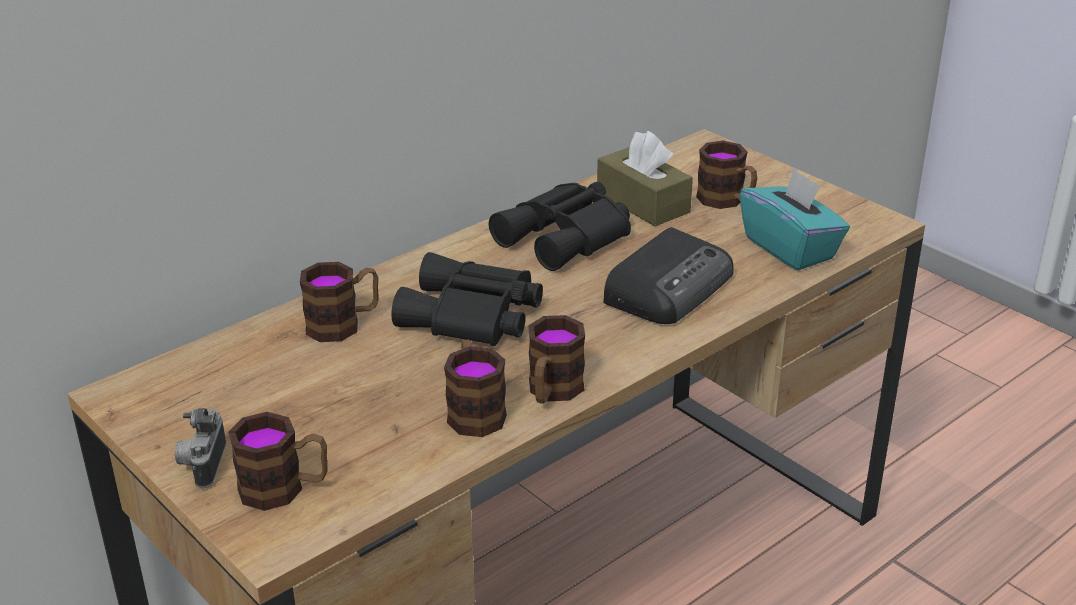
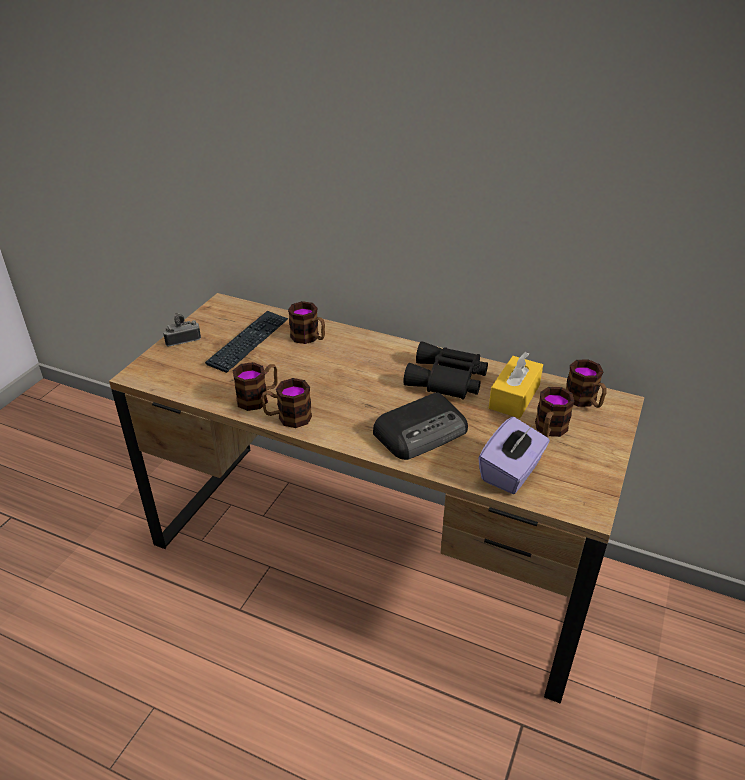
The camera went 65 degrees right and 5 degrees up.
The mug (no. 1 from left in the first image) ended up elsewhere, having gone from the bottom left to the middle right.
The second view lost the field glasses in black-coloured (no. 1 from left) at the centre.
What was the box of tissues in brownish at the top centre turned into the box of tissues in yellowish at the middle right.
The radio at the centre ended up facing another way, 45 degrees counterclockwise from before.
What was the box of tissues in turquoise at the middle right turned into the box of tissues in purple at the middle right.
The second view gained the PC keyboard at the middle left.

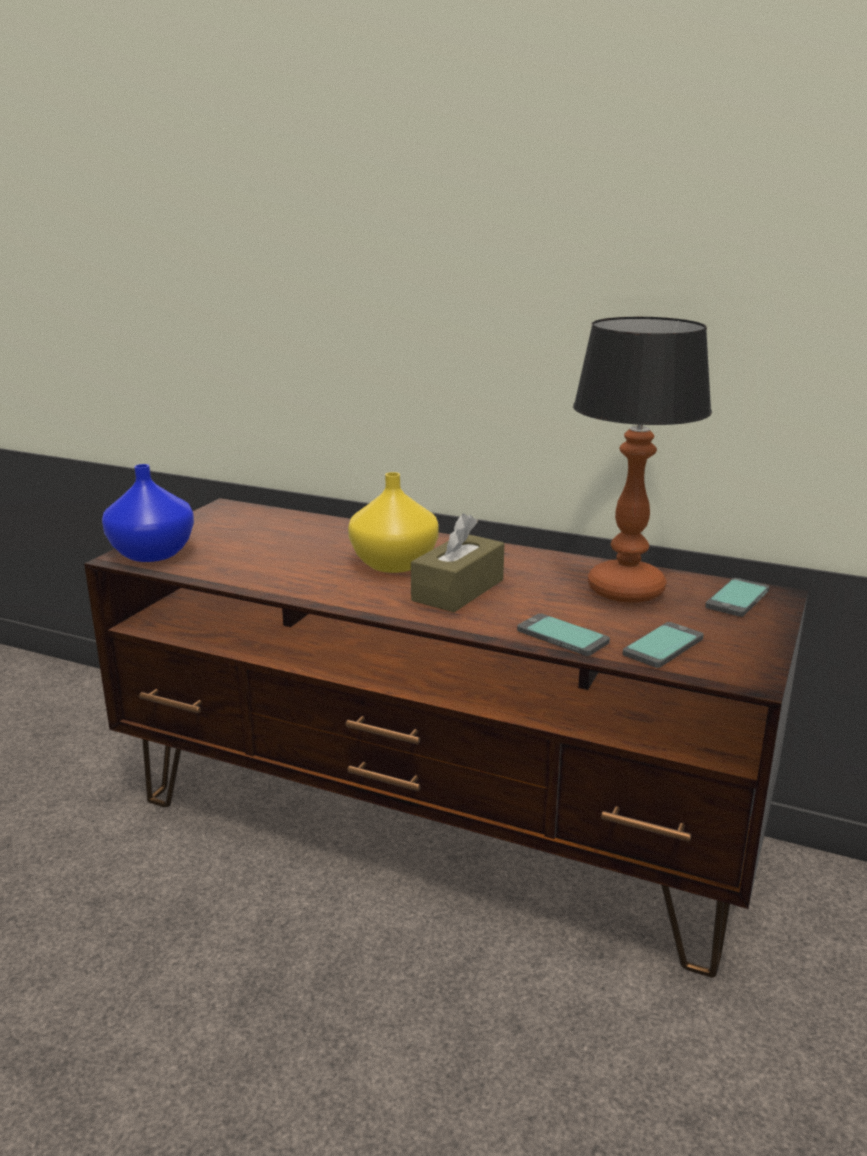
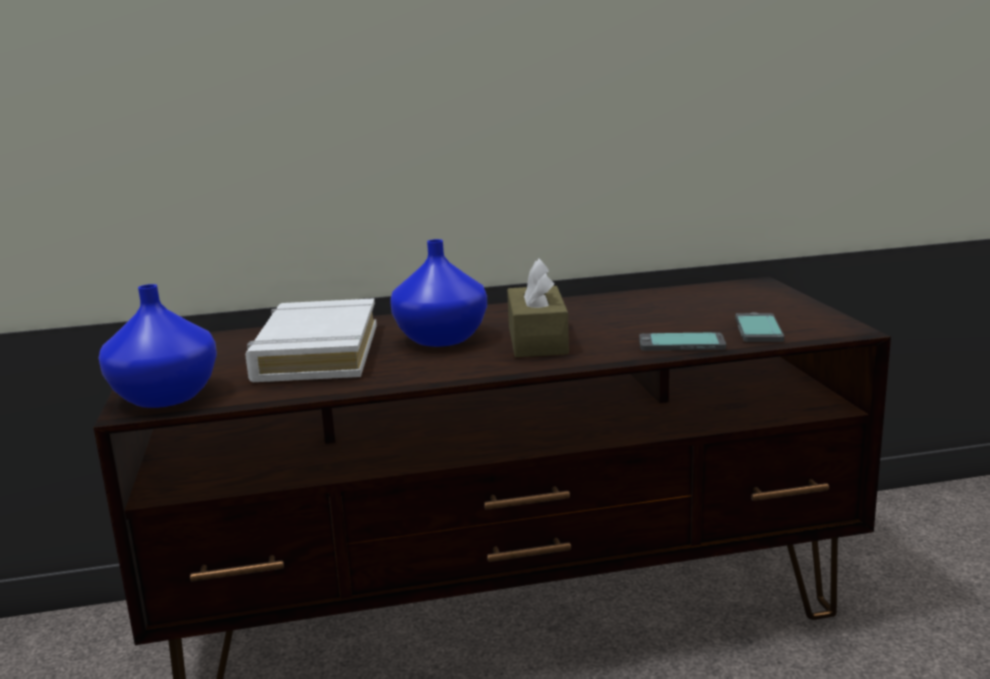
The camera went 35 degrees left and 5 degrees down.
What was the vase in yellowish at the centre turned into the vase in blue (no. 2 from left) at the centre.
The second view lost the table lamp at the middle right.
The second view lost the phone (no. 3 from left) at the middle right.
The second view gained the bound book in whitish at the middle left.

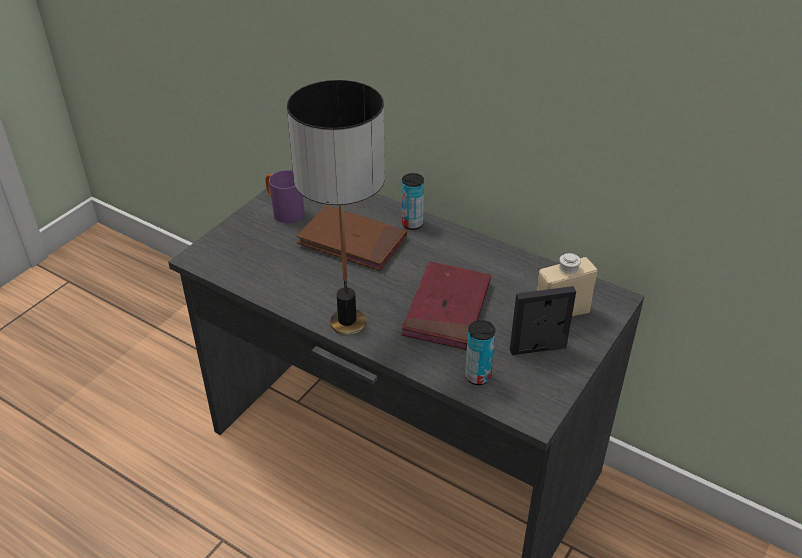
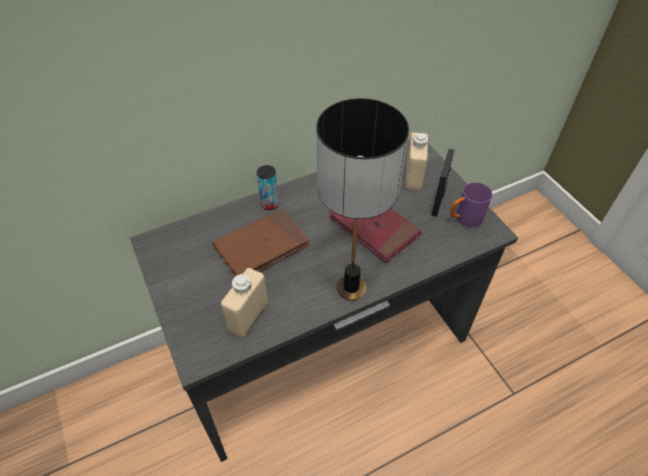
The camera went 60 degrees left and 10 degrees up.
The mug in purple ended up elsewhere, having gone from the centre to the middle right.
The second view lost the sealed can (no. 2 from left) at the centre.
The second view gained the beverage bottle in beige-coloured (no. 1 from left) at the centre.

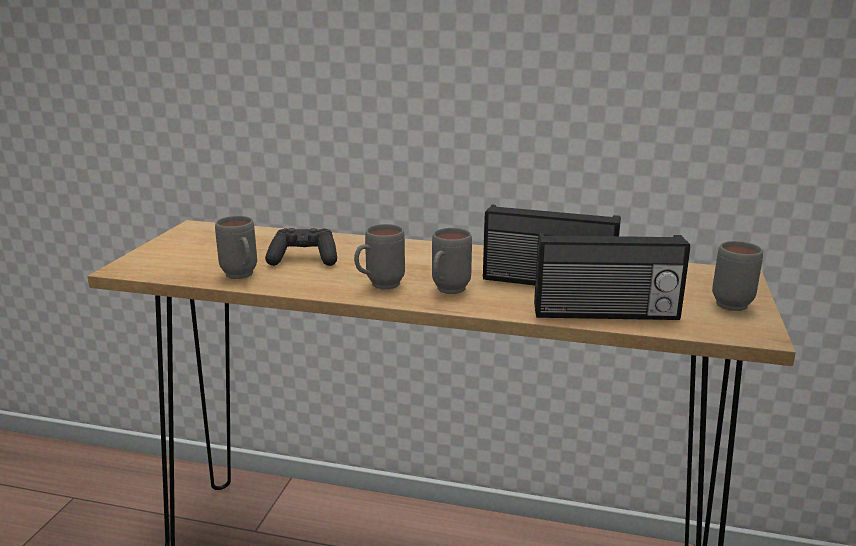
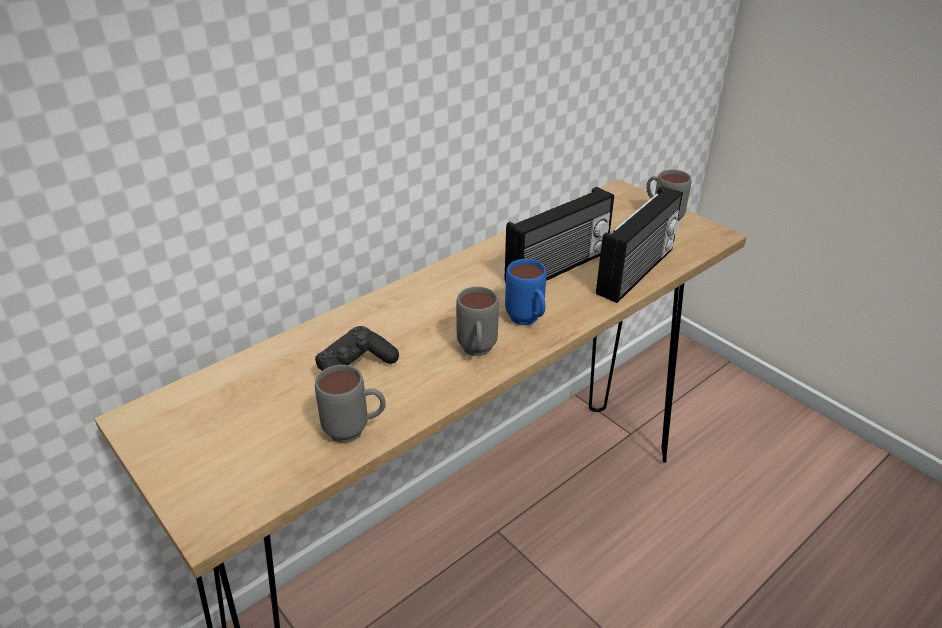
The camera went 55 degrees left and 15 degrees up.
What was the mug in greyish (no. 3 from left) at the centre turned into the mug in blue at the centre.

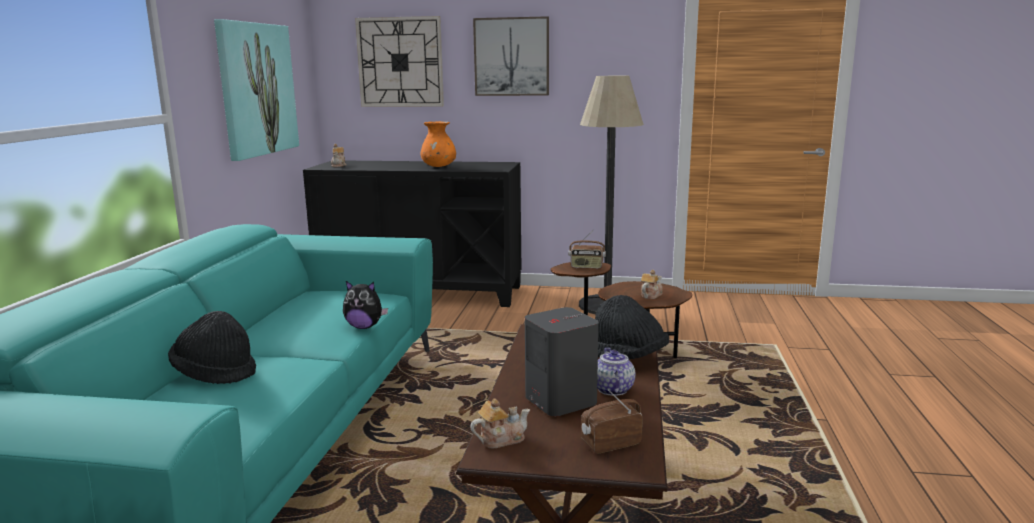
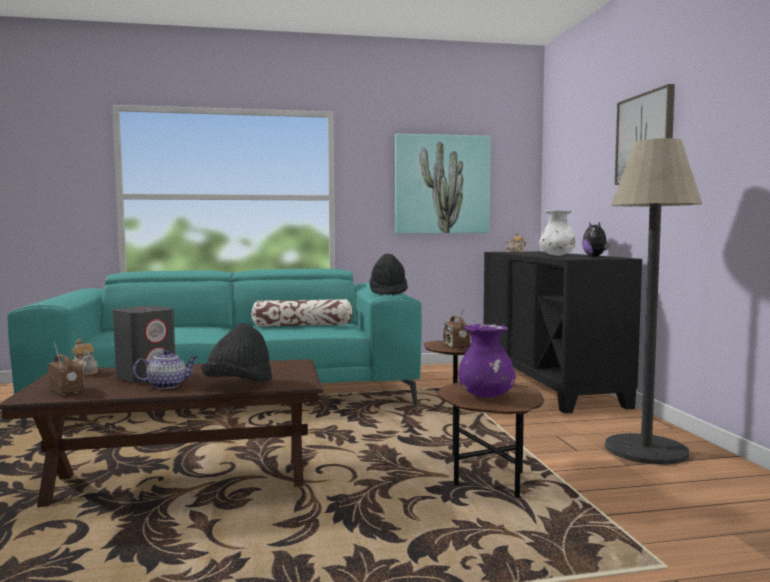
The camera went 70 degrees right and 10 degrees down.
The clothing hat in black-coloured (no. 1 from left in the first image) ended up elsewhere, having gone from the middle left to the centre.
The plush toy ended up elsewhere, having gone from the centre to the middle right.
The second view lost the hanging clock at the top centre.
What was the vase in orangey at the top centre turned into the vase in whitish at the middle right.
Where the teapot (no. 4 from left) stood at the centre, the vase in purple came to stand at the centre.
The second view gained the cushion at the centre.

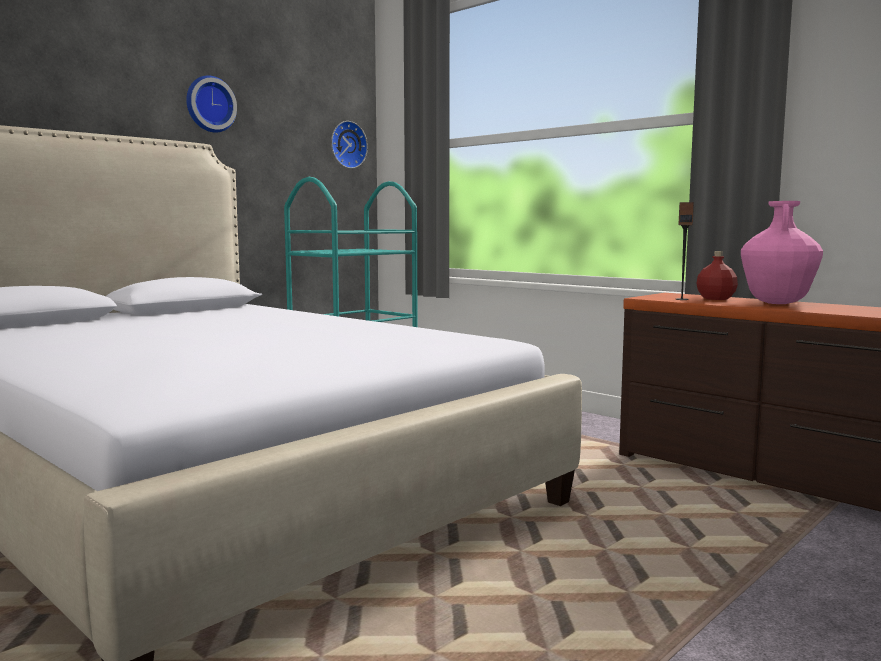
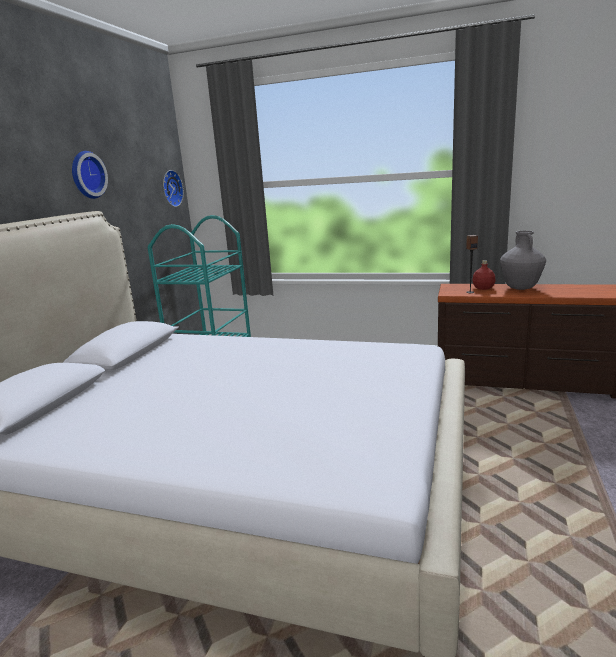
The camera went 25 degrees left and 10 degrees up.
What was the vase in pinkish at the middle right turned into the vase in greyish at the middle right.

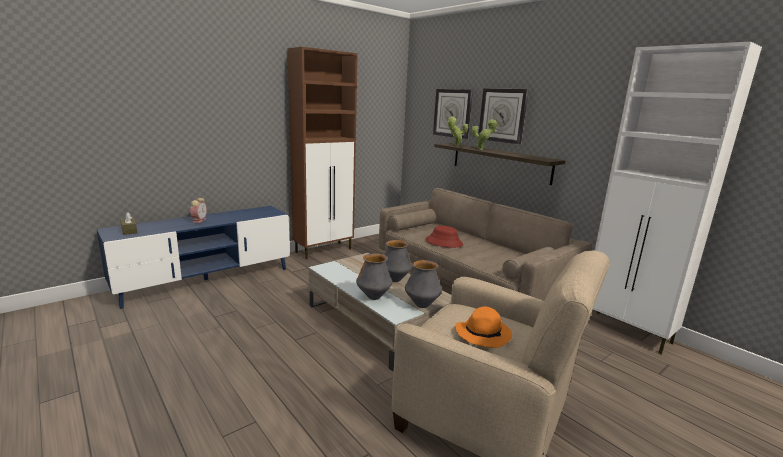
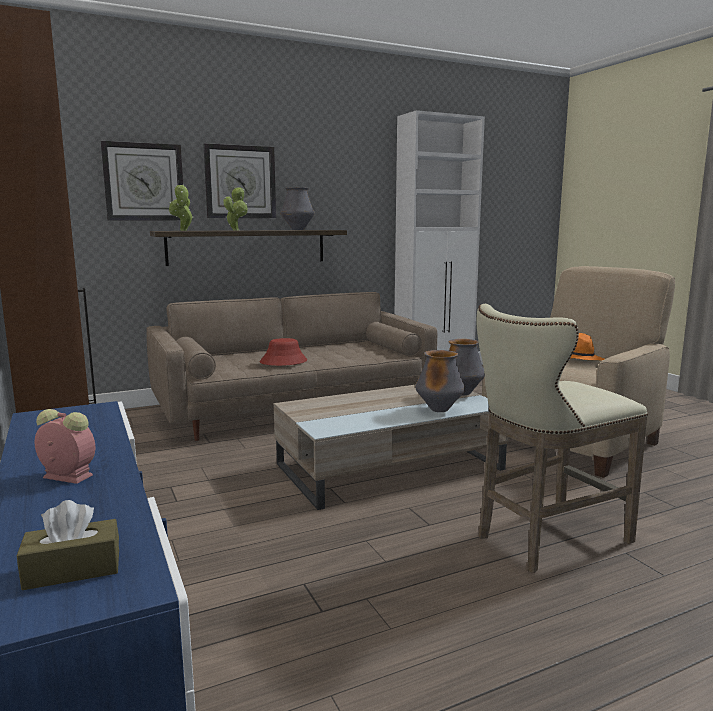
The camera went 75 degrees left and 5 degrees down.
The vase (no. 2 from left in the first image) ended up elsewhere, having gone from the centre to the top centre.
The second view gained the sitting stool in beige-coloured at the middle right.

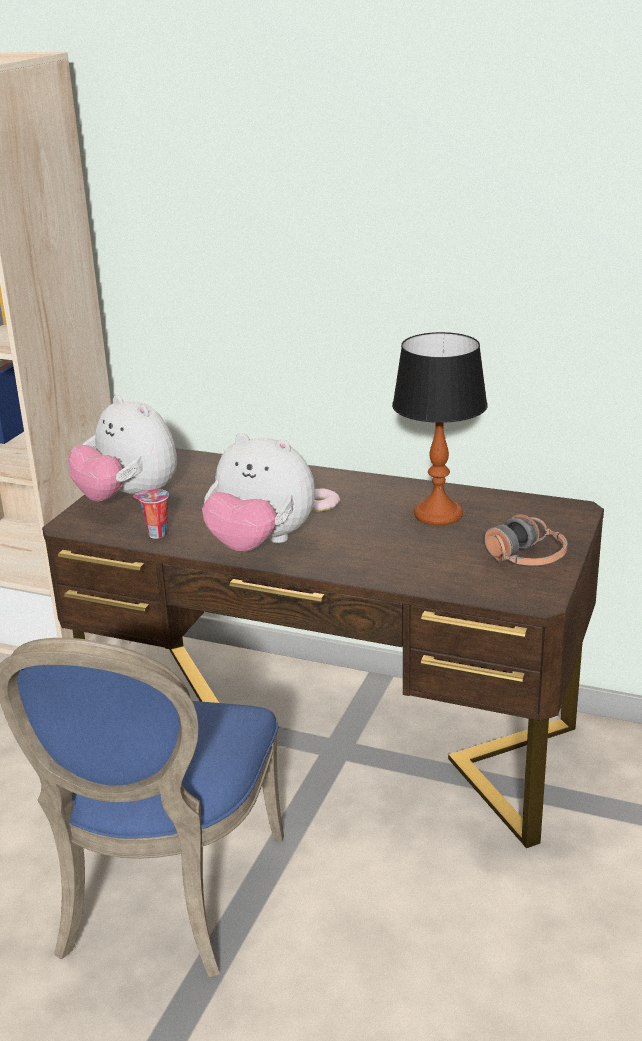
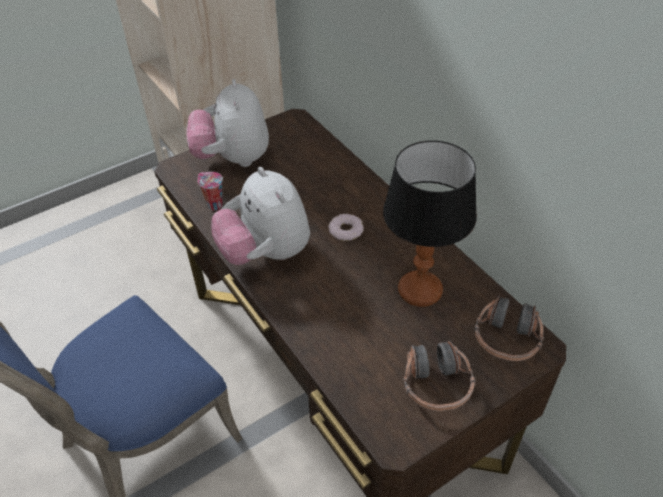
The camera went 35 degrees right and 20 degrees up.
The second view gained the pair of headphones (no. 2 from left) at the middle right.

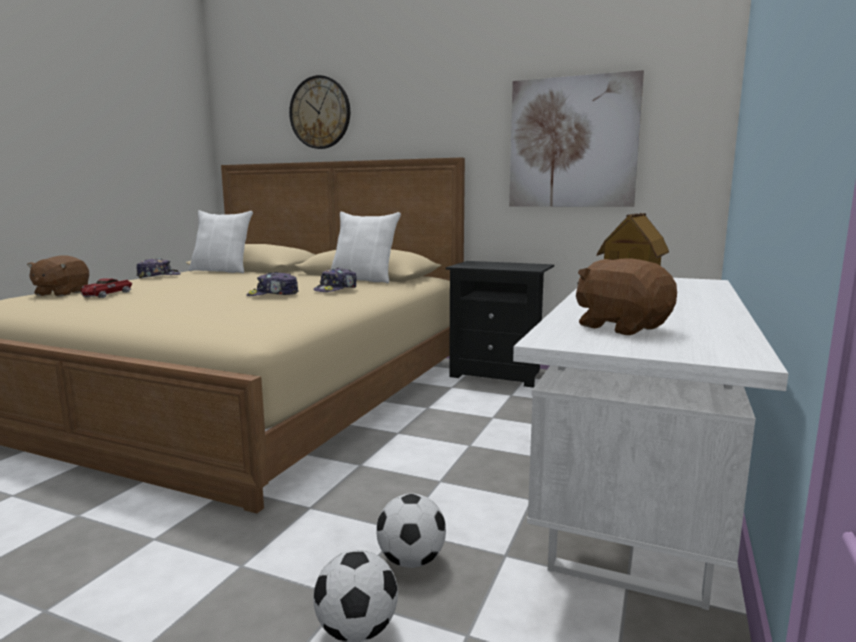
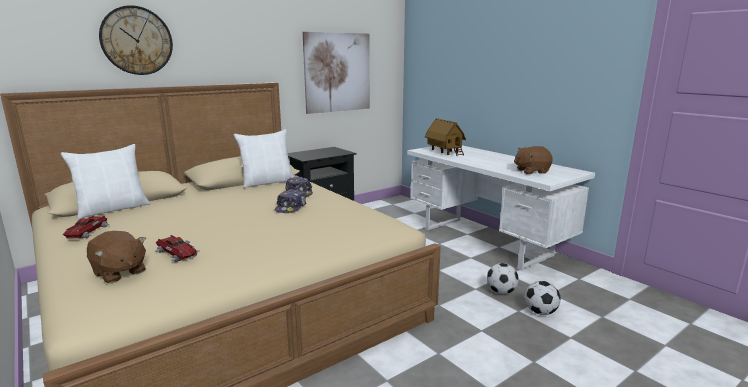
The camera went 60 degrees left and 5 degrees up.
Where the peaked cap (no. 1 from left) stood at the middle left, the miniature car (no. 1 from left) came to stand at the middle left.

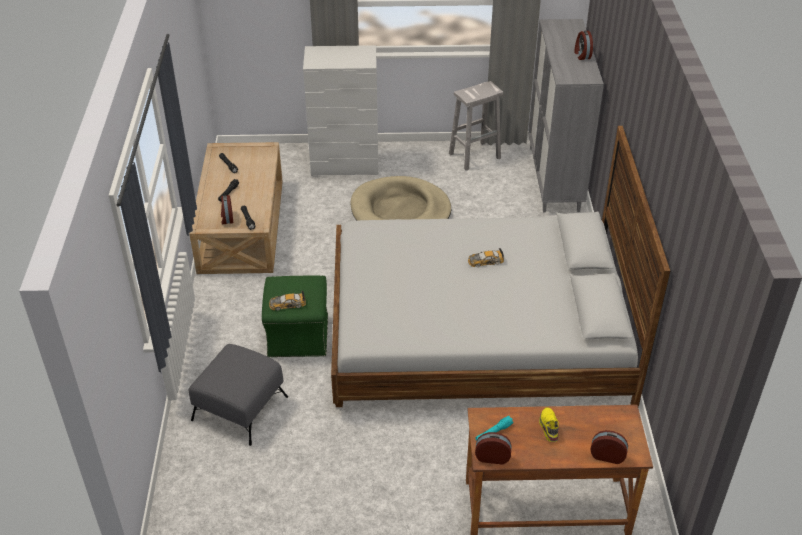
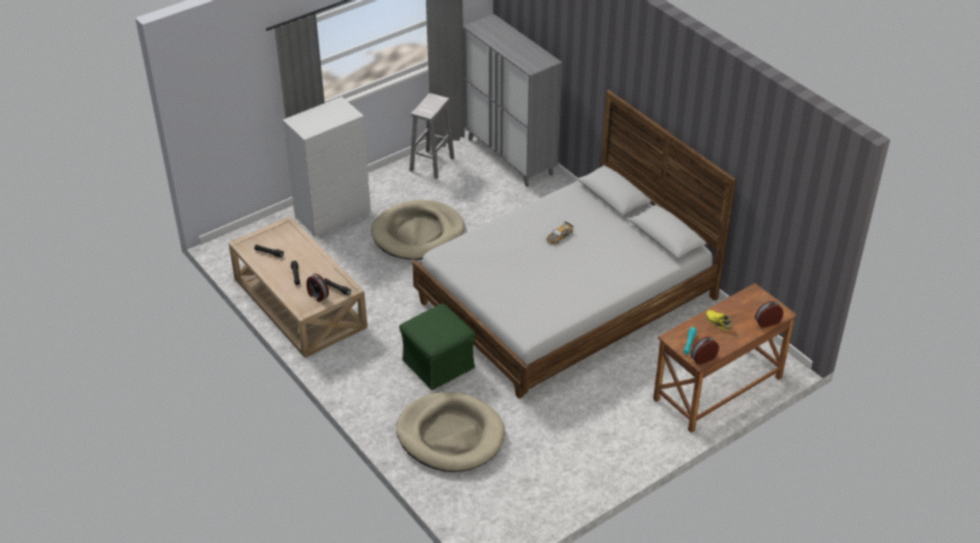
The camera went 35 degrees left and 0 degrees up.
Where the footrest in greyish stood at the bottom left, the pet bed in beige-coloured (no. 2 from left) came to stand at the bottom centre.
The second view lost the miniature car (no. 1 from left) at the centre.
The second view lost the table clock (no. 3 from left) at the top right.

